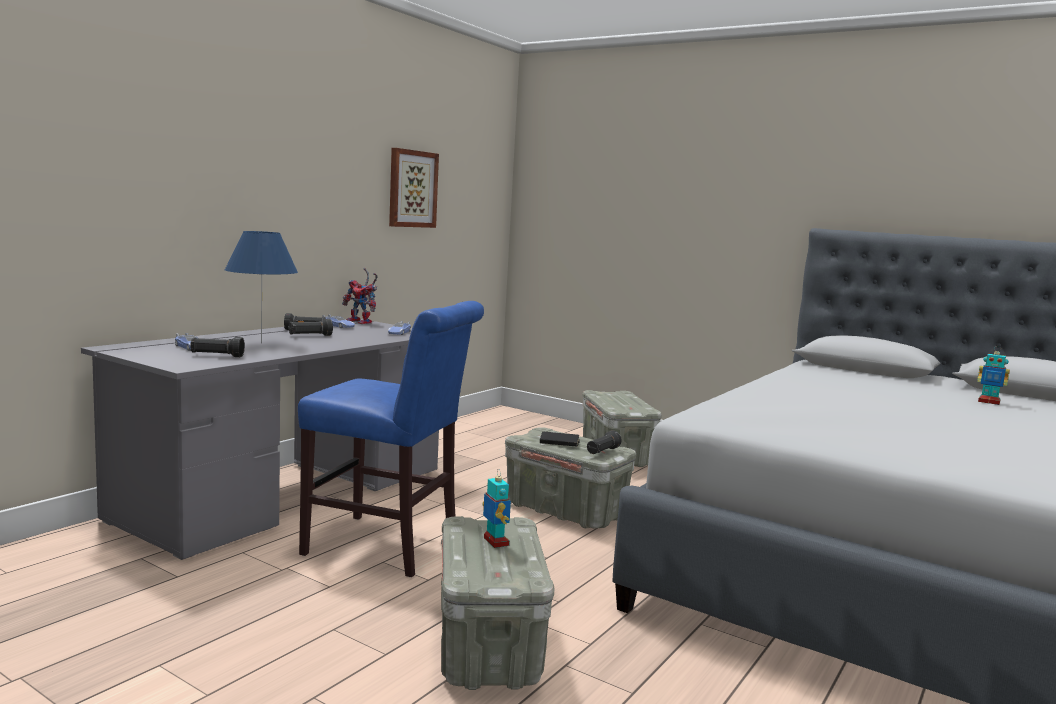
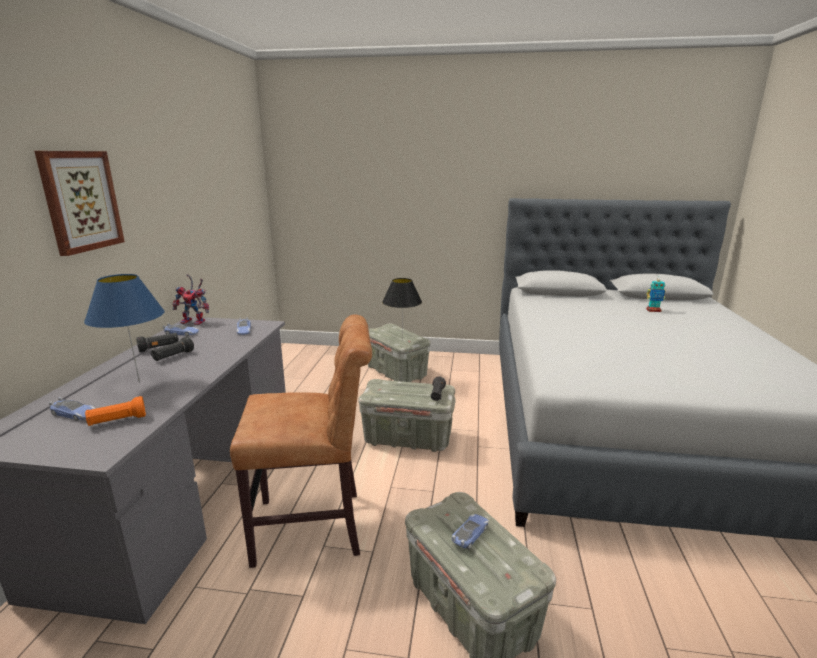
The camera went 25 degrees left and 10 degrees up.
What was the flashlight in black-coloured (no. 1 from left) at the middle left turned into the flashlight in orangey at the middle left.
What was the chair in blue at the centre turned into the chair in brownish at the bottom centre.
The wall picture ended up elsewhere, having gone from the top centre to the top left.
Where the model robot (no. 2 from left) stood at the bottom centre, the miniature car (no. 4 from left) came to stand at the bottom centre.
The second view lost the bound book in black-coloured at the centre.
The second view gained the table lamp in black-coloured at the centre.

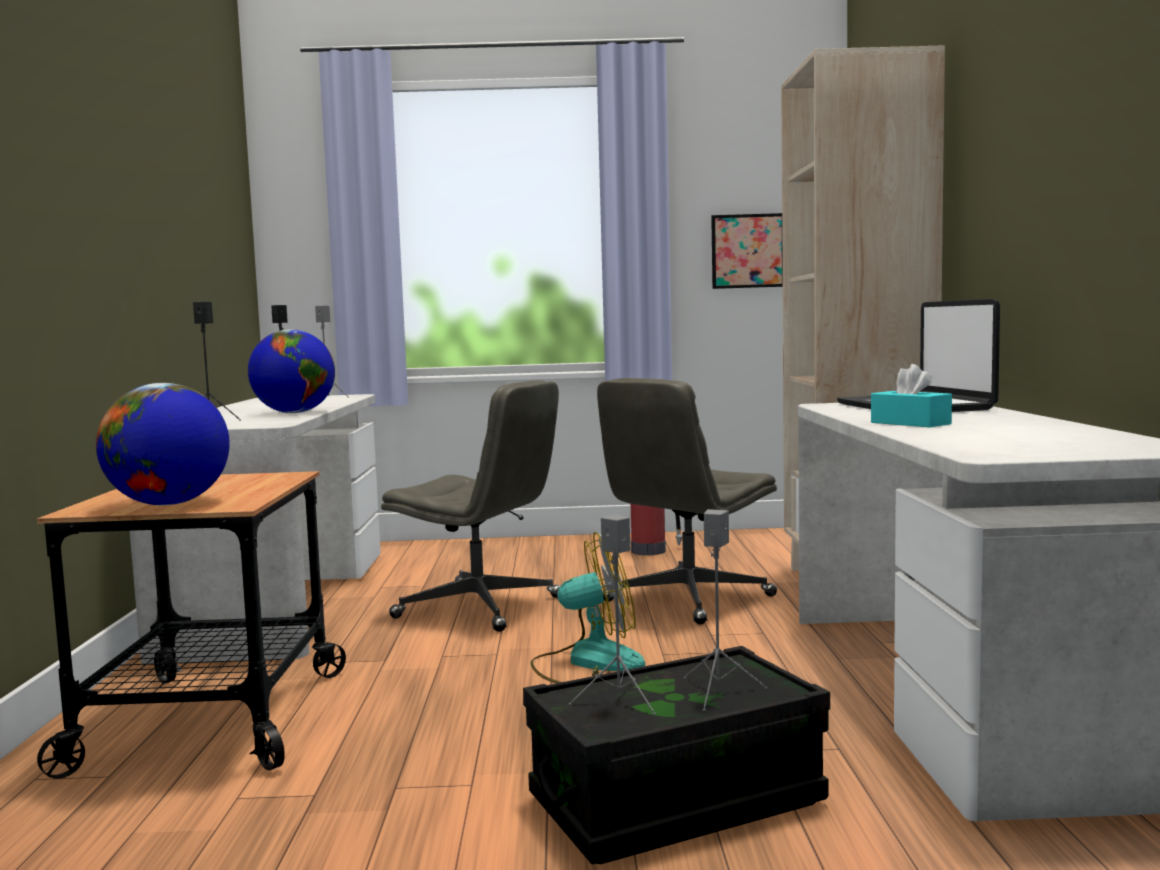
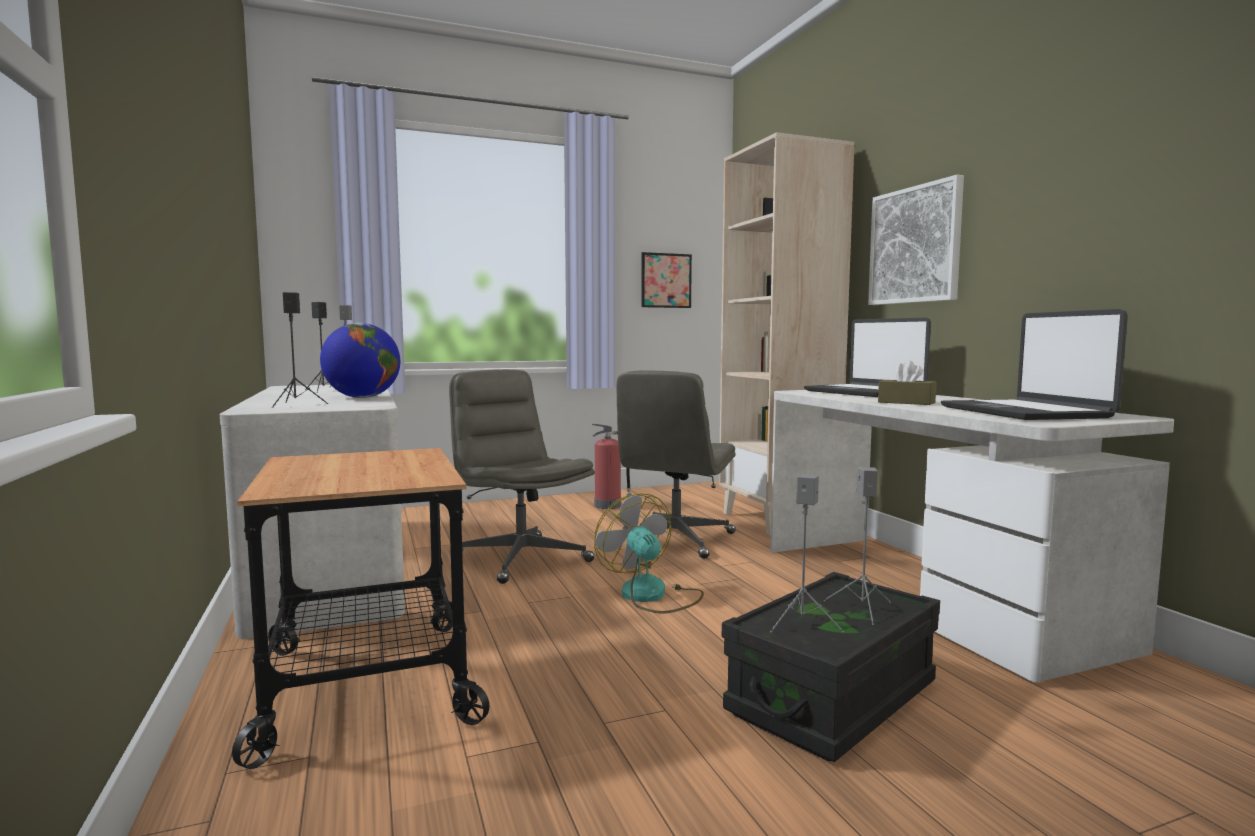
The camera went 20 degrees left and 0 degrees up.
The second view lost the world globe (no. 1 from left) at the middle left.
The computer chair in greyish (no. 1 from left) at the centre ended up facing another way, 135 degrees counterclockwise from before.
The fan at the bottom centre ended up facing another way, 90 degrees counterclockwise from before.
What was the box of tissues in turquoise at the middle right turned into the box of tissues in brownish at the middle right.
The second view gained the wall picture (no. 2 from left) at the top right.
The second view gained the notebook computer (no. 2 from left) at the middle right.

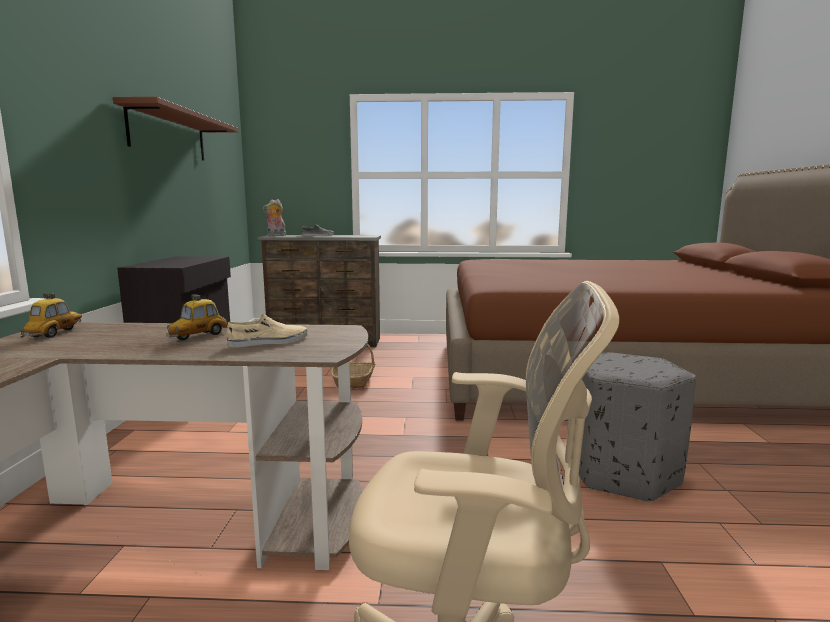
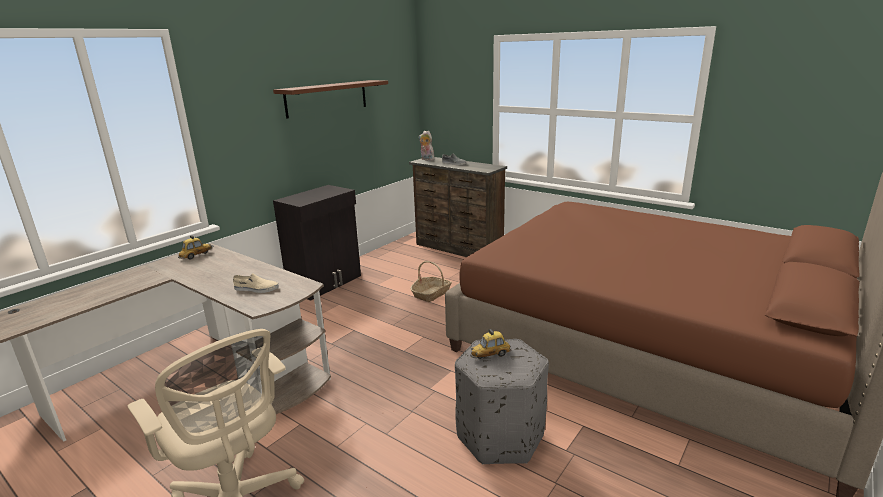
The camera went 35 degrees right and 10 degrees up.
The miniature car (no. 2 from left) ended up elsewhere, having gone from the middle left to the bottom centre.

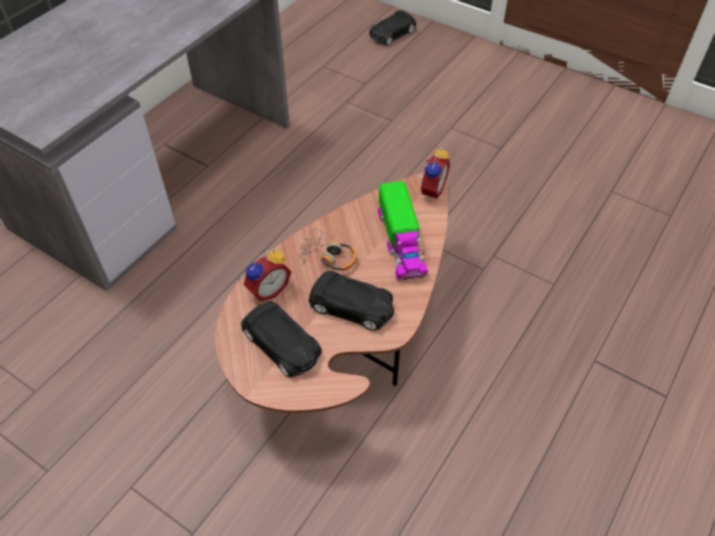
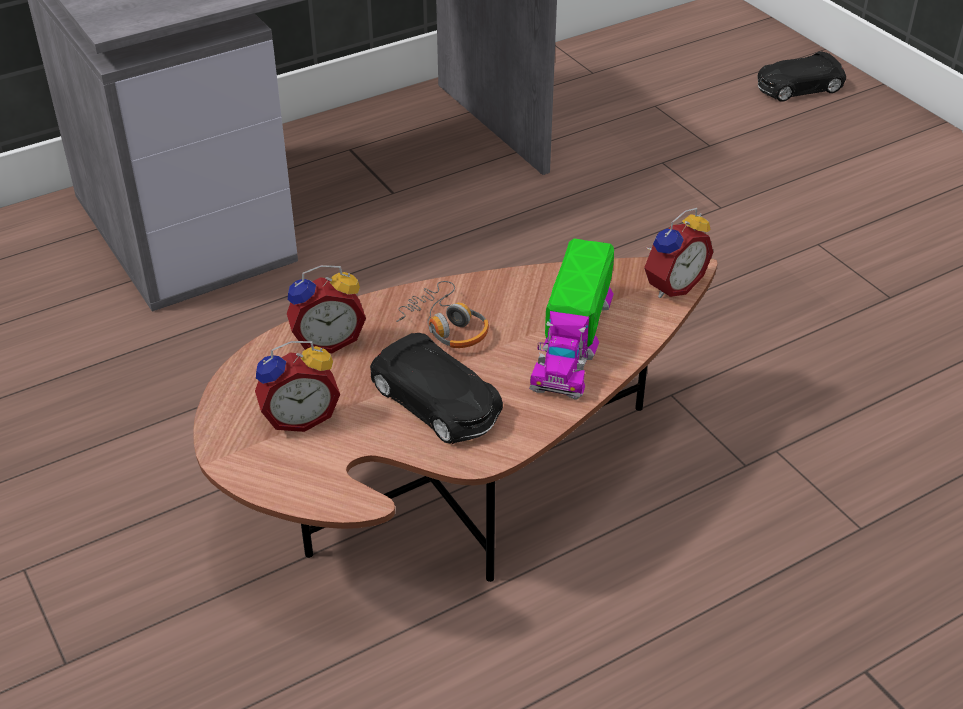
The camera went 25 degrees right and 10 degrees down.
Where the miniature car in black-coloured (no. 1 from left) stood at the centre, the table clock (no. 1 from left) came to stand at the middle left.

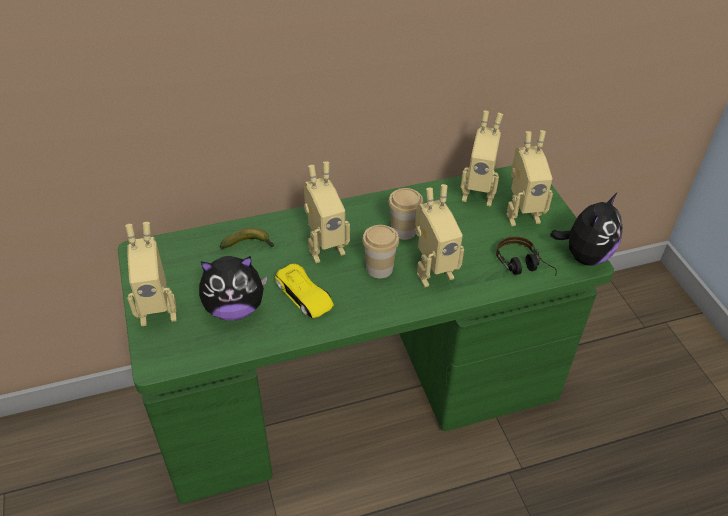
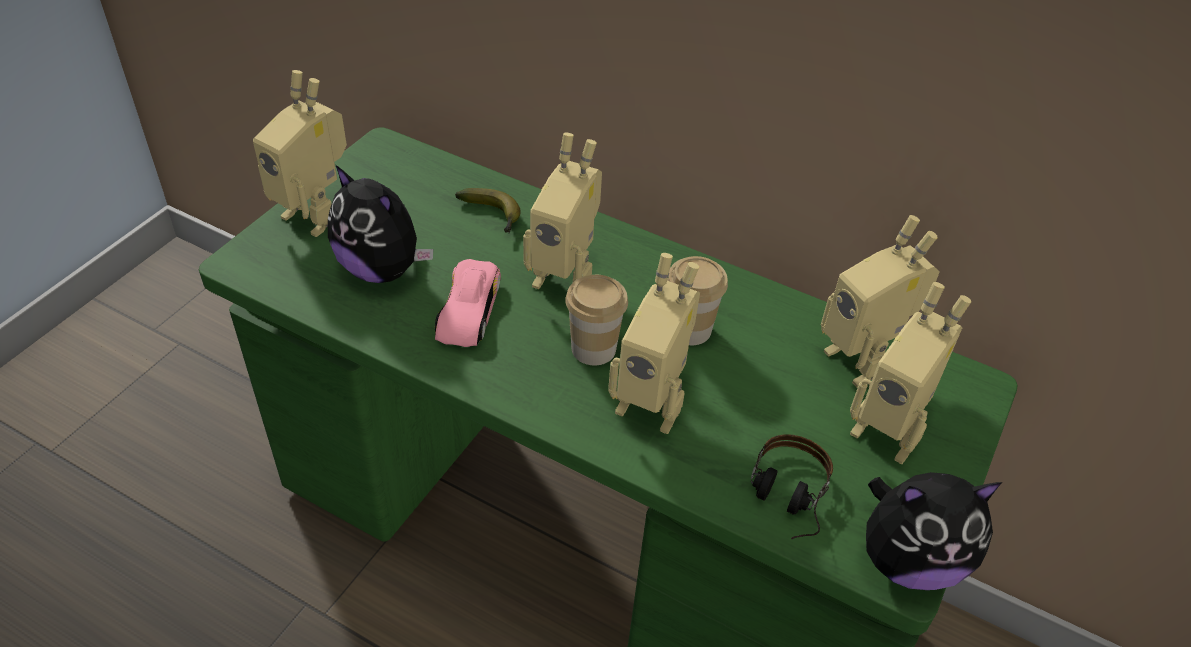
The camera went 45 degrees right and 0 degrees up.
What was the miniature car in yellowish at the centre turned into the miniature car in pinkish at the centre.

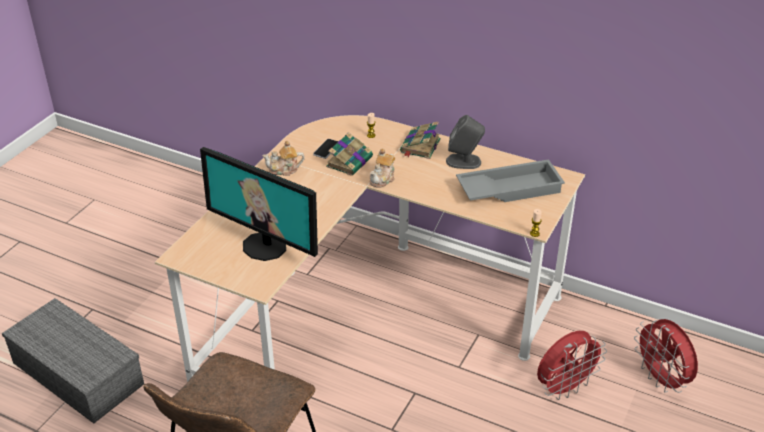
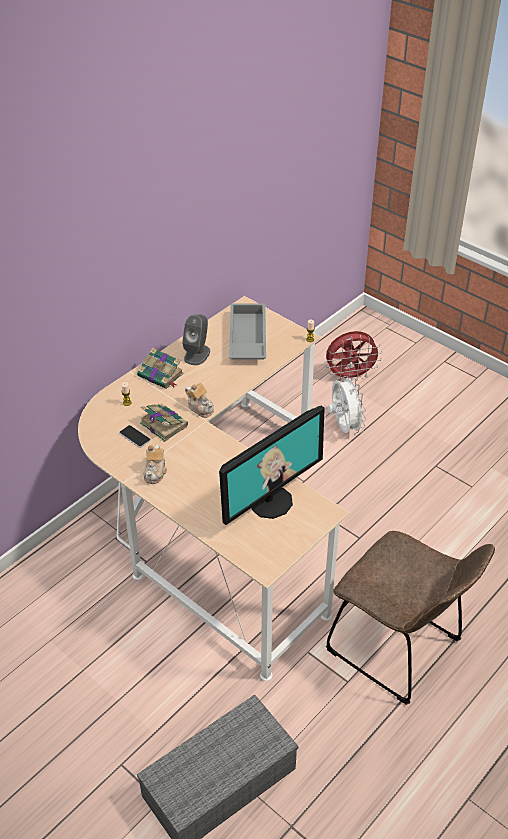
The camera went 75 degrees left and 5 degrees up.
What was the fan in red-coloured (no. 1 from left) at the bottom right turned into the fan in whitish at the middle right.

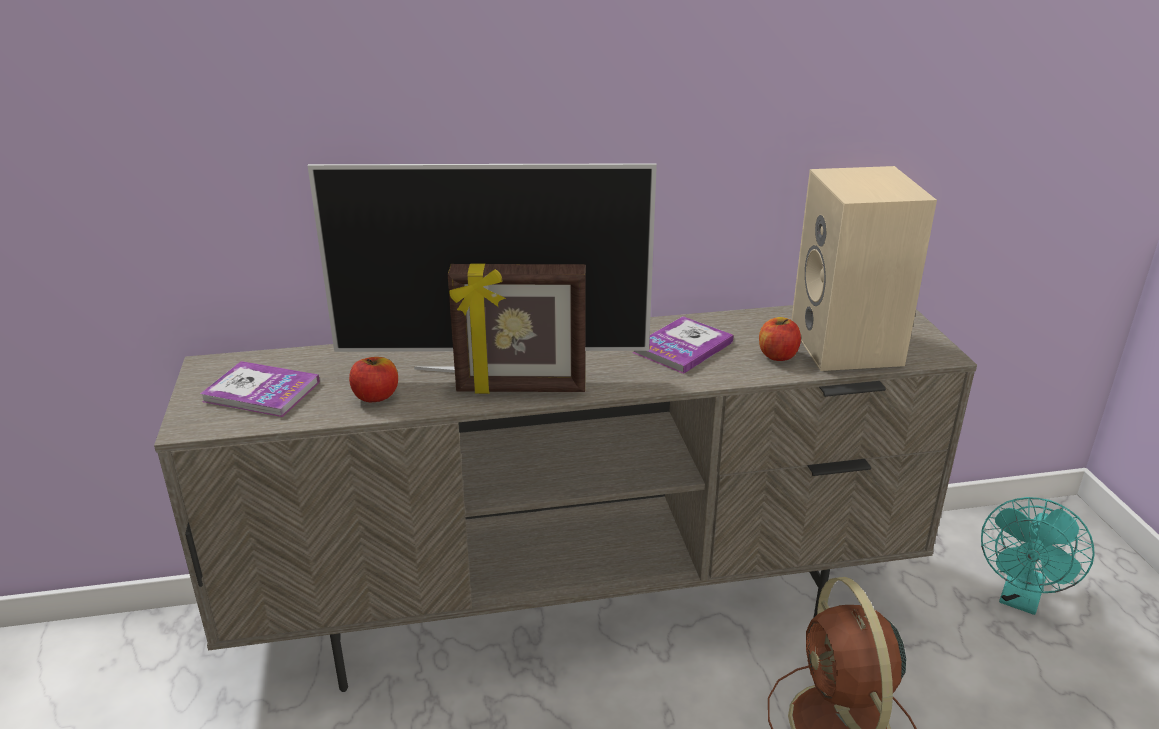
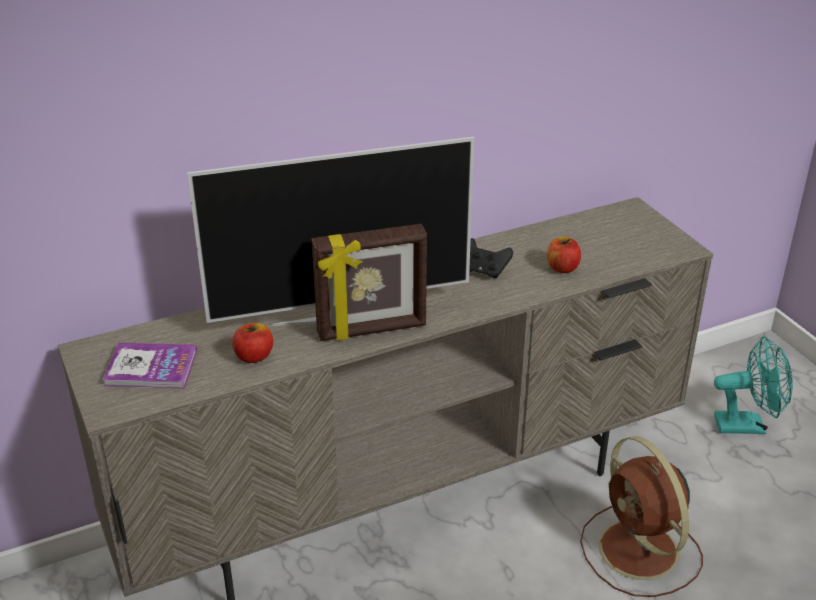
The camera went 15 degrees left and 5 degrees up.
Where the bound book (no. 2 from left) stood at the centre, the gamepad in black-coloured came to stand at the centre.
The second view lost the loudspeaker in beige-coloured at the middle right.
The fan in turquoise at the bottom right ended up facing another way, 105 degrees counterclockwise from before.

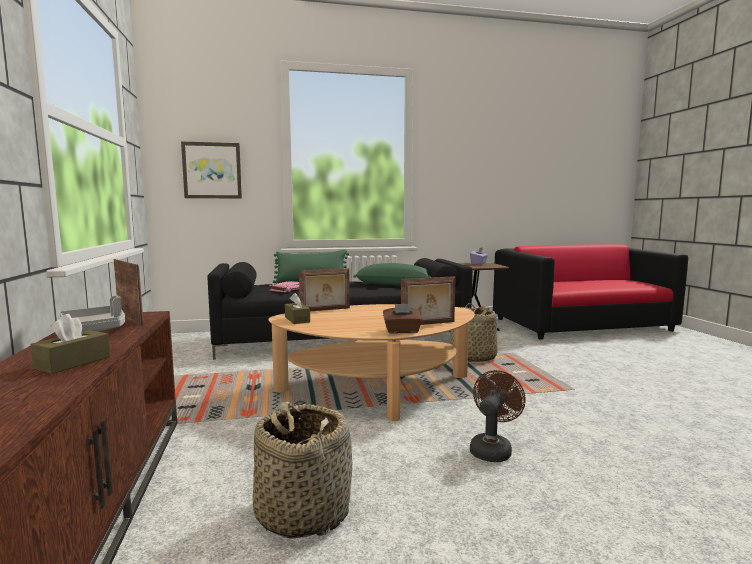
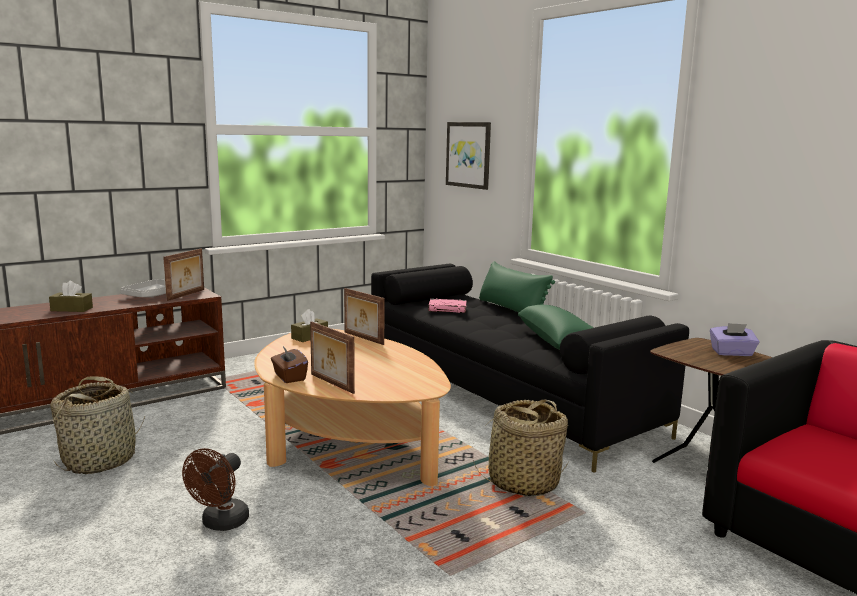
The camera went 65 degrees right and 5 degrees up.
The fan in brownish at the bottom centre ended up facing another way, 105 degrees clockwise from before.

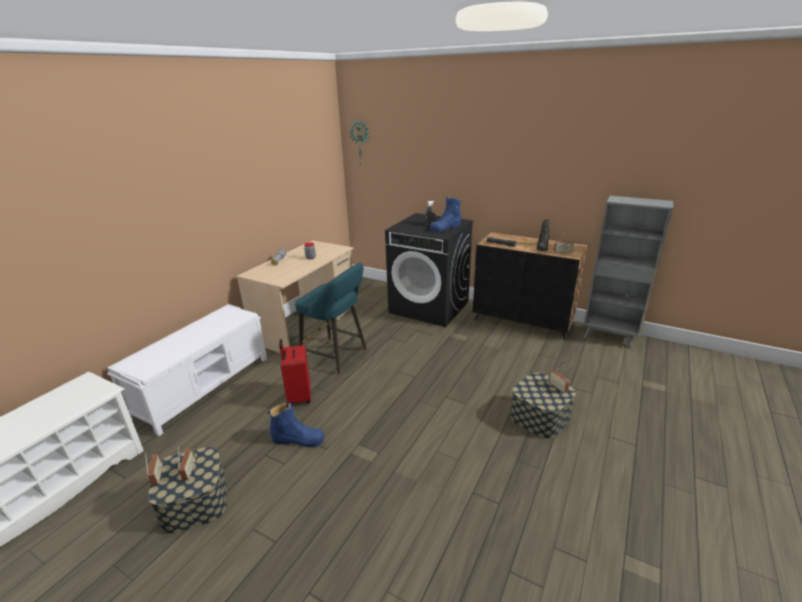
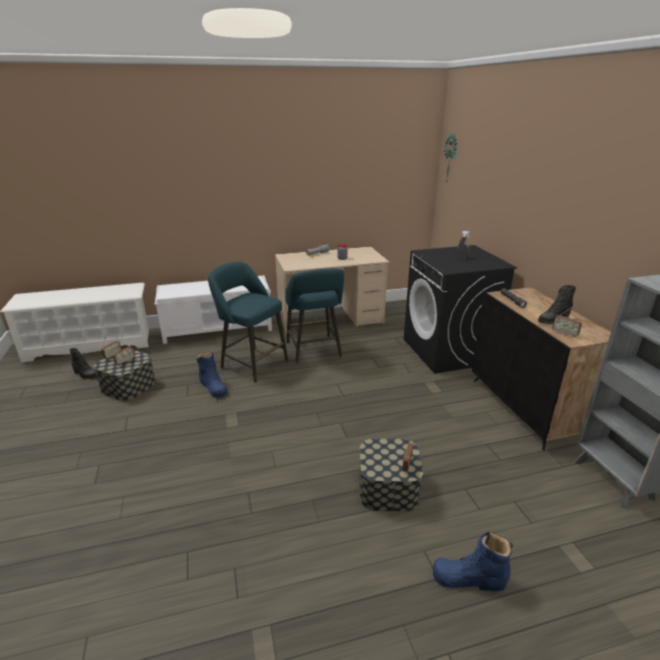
The camera went 45 degrees right and 0 degrees up.
Where the travel case in red-coloured stood at the centre, the sitting stool in turquoise (no. 1 from left) came to stand at the centre.
The tall boot in blue (no. 2 from left) ended up elsewhere, having gone from the centre to the bottom right.
The second view gained the tall boot in black-coloured (no. 1 from left) at the middle left.

